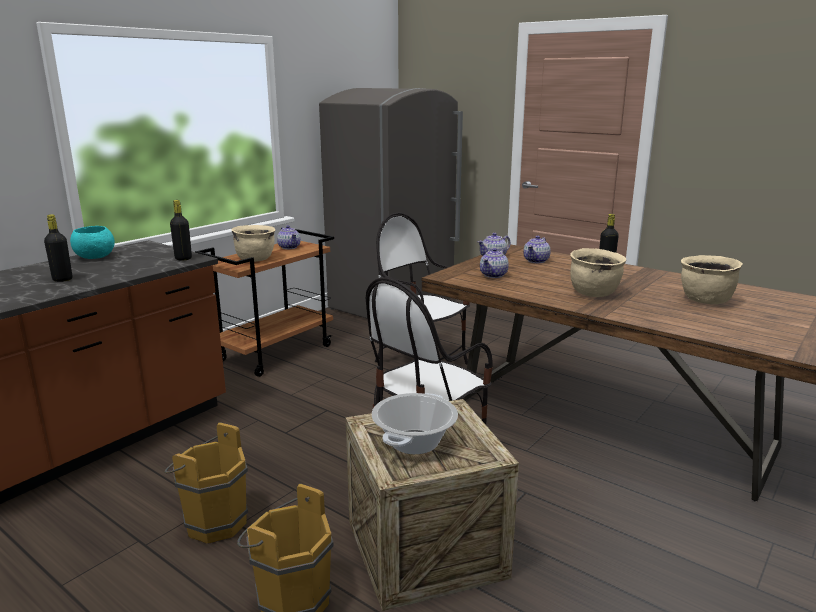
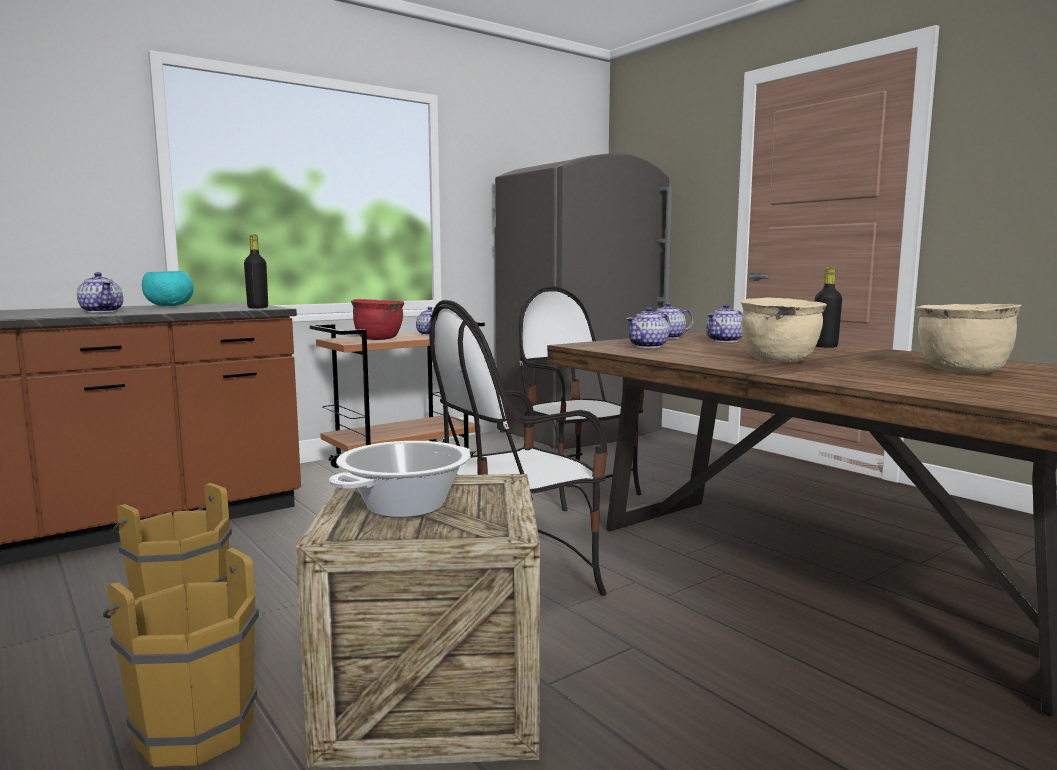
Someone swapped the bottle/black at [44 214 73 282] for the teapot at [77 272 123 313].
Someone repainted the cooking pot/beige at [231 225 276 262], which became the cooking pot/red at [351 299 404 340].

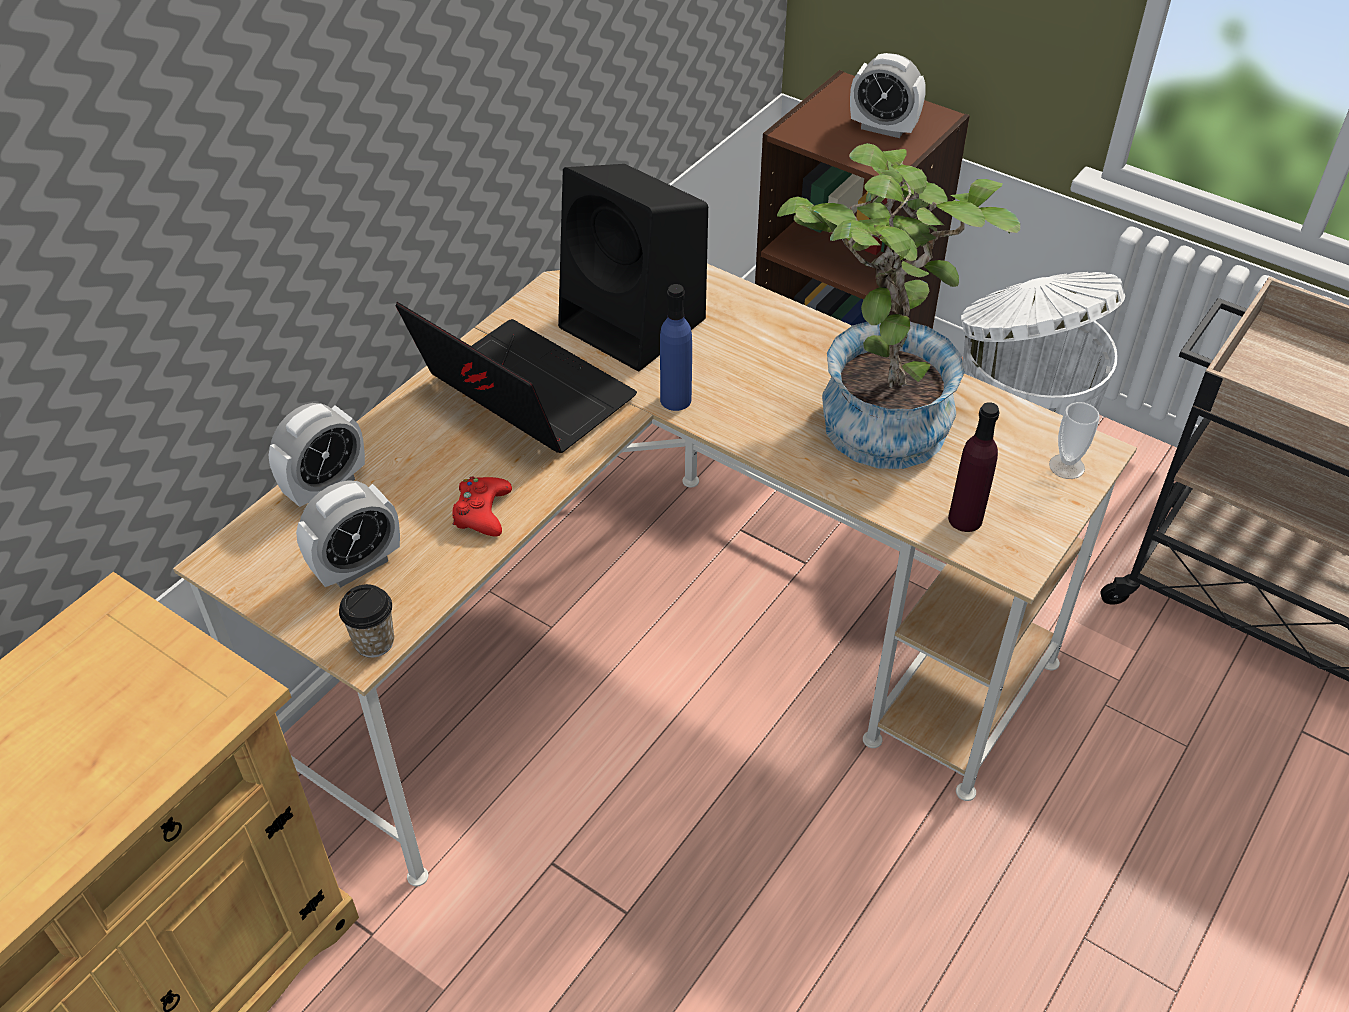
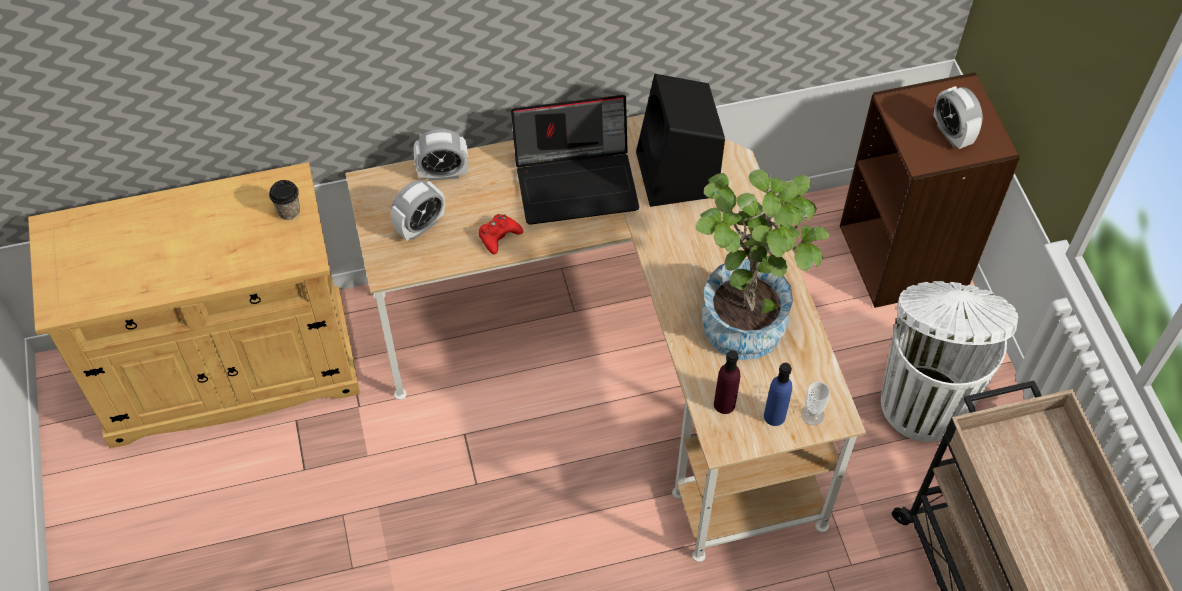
Someone rotated the alarm clock at [296 480 400 588] by 45 degrees counterclockwise.
Someone carried the cup from [339 584 394 658] to [269 180 300 220].
Someone rotated the laptop at [396 302 637 453] by 90 degrees clockwise.
Someone carried the bottle/blue from [660 284 692 411] to [764 363 792 426].

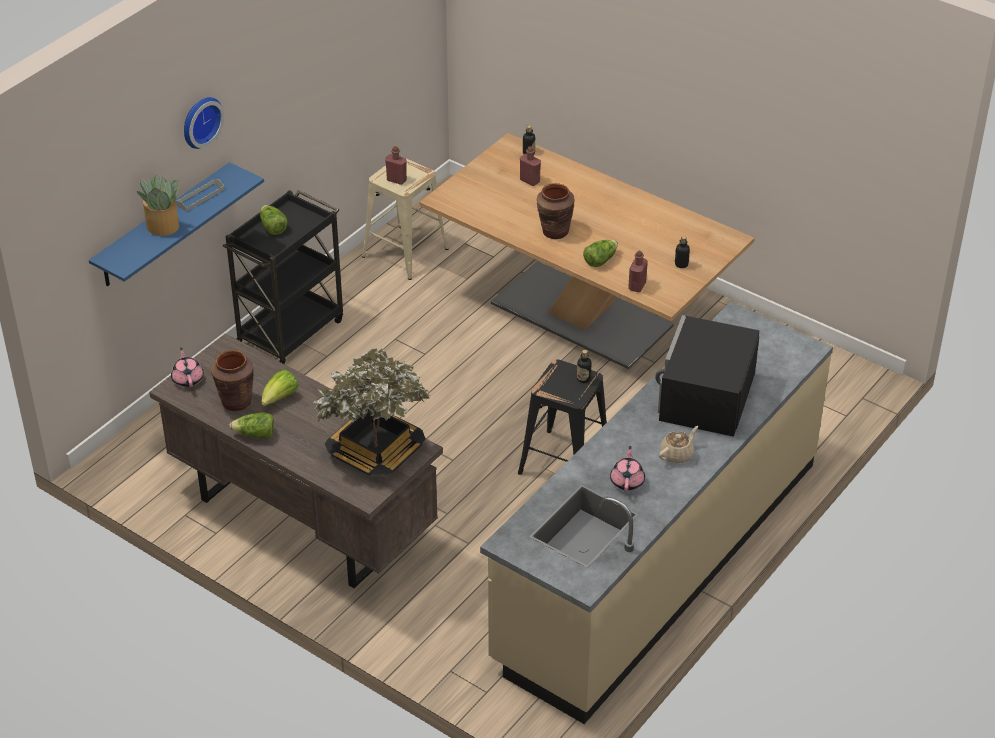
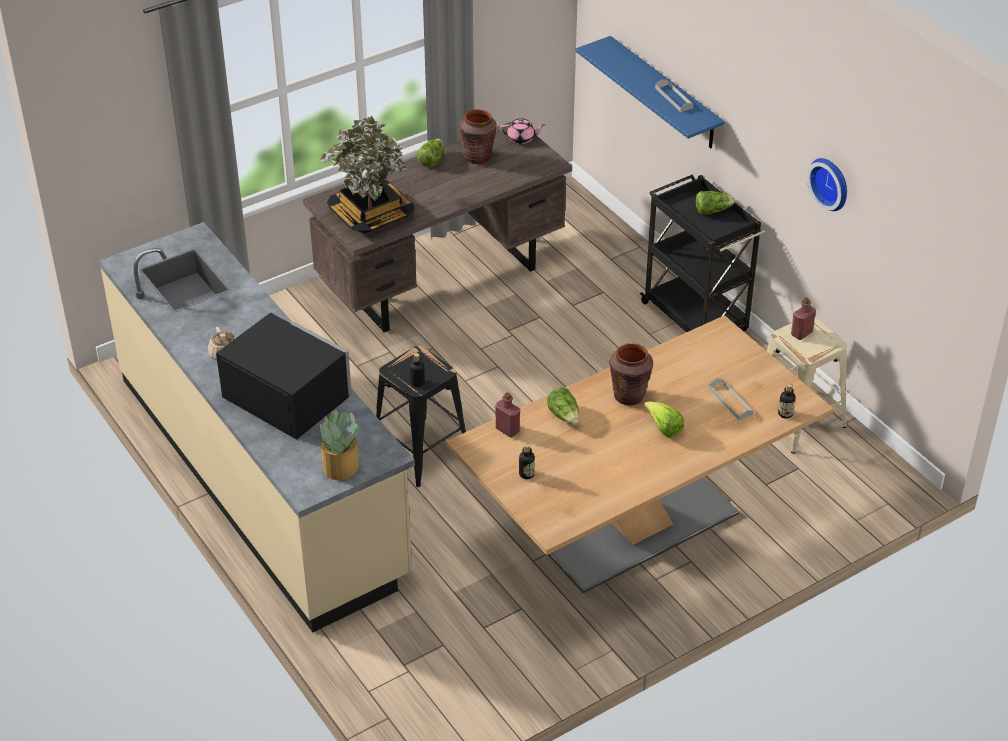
Someone carried the potted plant from [137 175 179 236] to [316 409 359 480].
Someone carried the wall clock from [184 97 224 149] to [807 158 847 211].
Someone carried the lettuce from [261 370 298 407] to [644 401 684 438].
Someone swapped the bottle/red at [520 146 541 186] for the tray/grey at [708 379 753 420].
Someone took away the teapot/pink at [610 446 645 492].

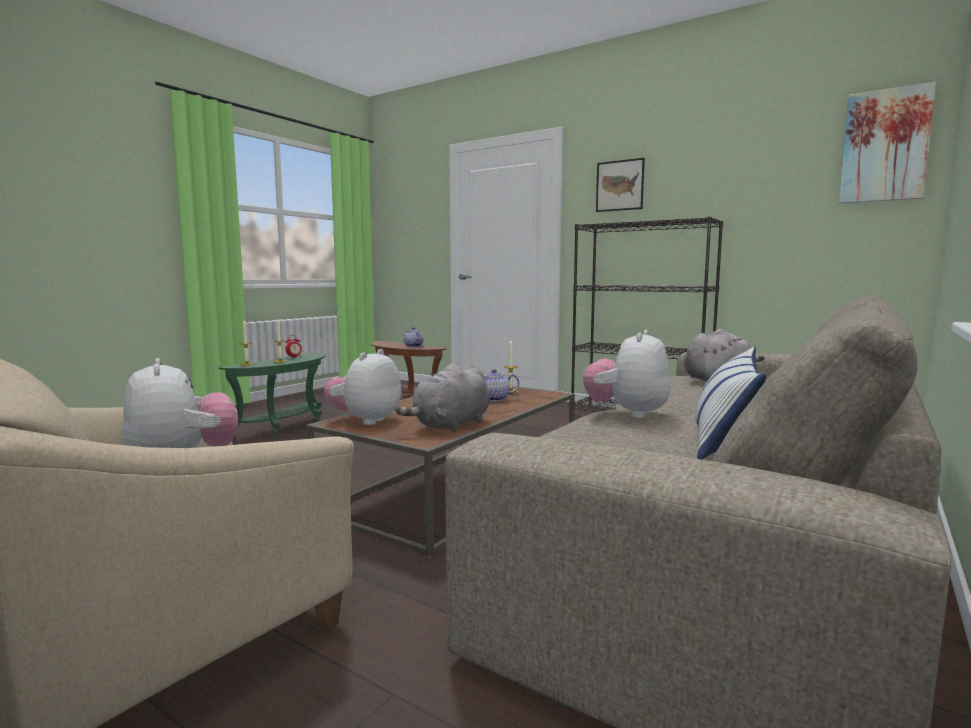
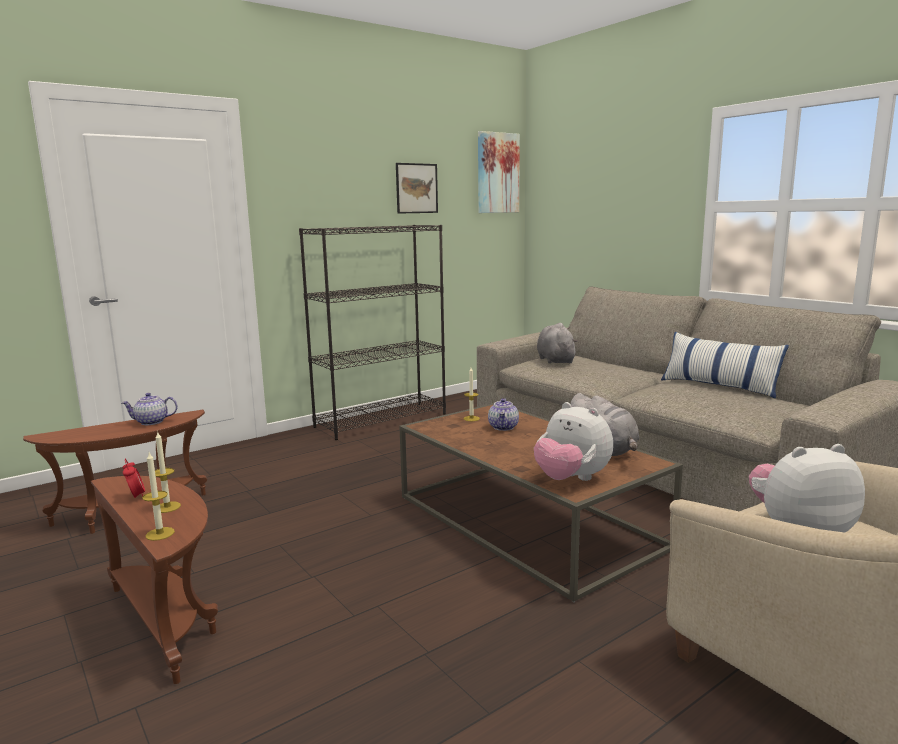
Someone repainted the side table/green at [218 352 326 441], which became the side table/brown at [91 476 218 684].
Someone took away the plush toy at [583 330 670 419].
Someone carried the picture from [596 158 645 212] to [396 163 438 214].

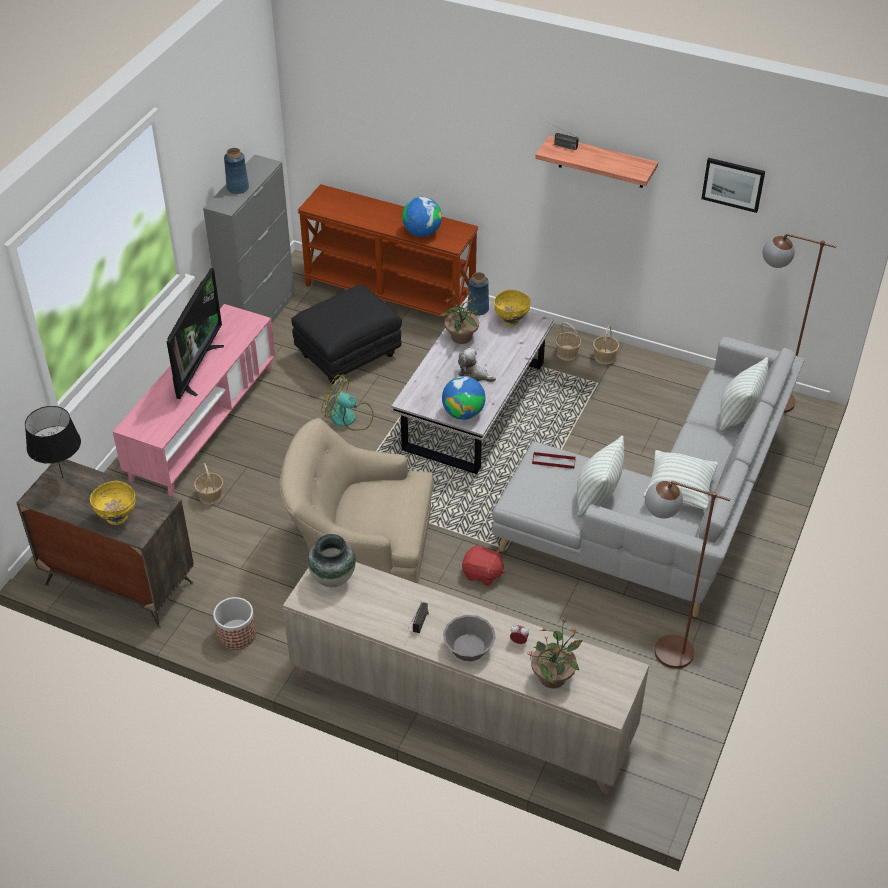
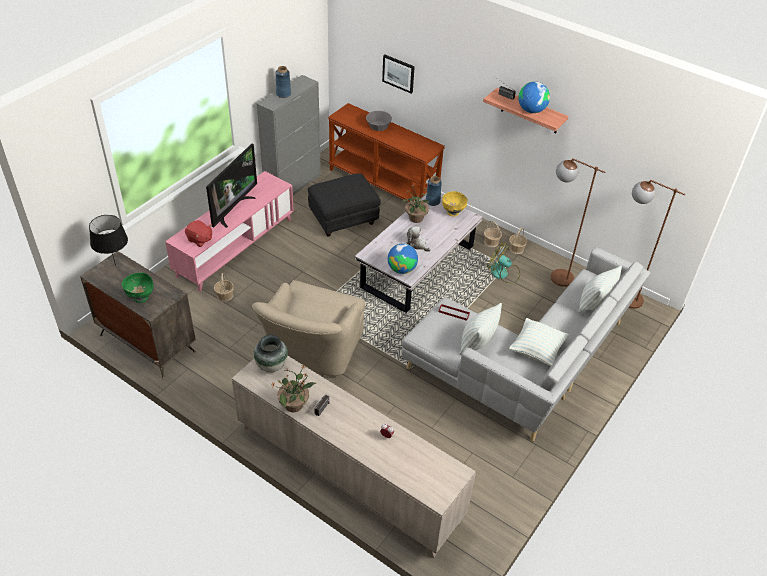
Someone repainted the bowl/yellow at [90 481 136 525], which became the bowl/green at [122 273 153 303].
Someone took away the planter at [213 597 256 650].
Someone rotated the armchair/beige at [280 418 433 584] by 90 degrees counterclockwise.
Someone carried the fan from [321 374 374 431] to [487 243 520 283].
Someone carried the globe from [402 197 442 237] to [519 82 550 113].
Someone carried the bowl/grey from [443 615 496 661] to [366 111 392 131].
Someone carried the plush toy/red from [462 545 505 586] to [185 220 212 247].
Someone carried the potted plant from [526 617 583 688] to [271 364 317 412].
Someone carried the floor lamp/brown from [645 480 730 669] to [551 158 605 287].
Someone carried the picture from [701 158 765 213] to [382 54 415 94].

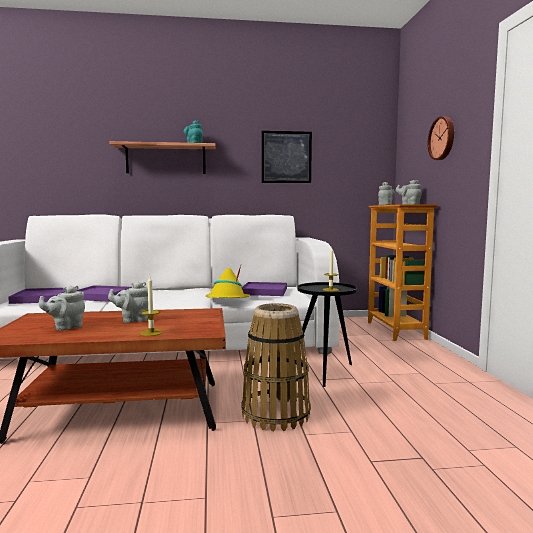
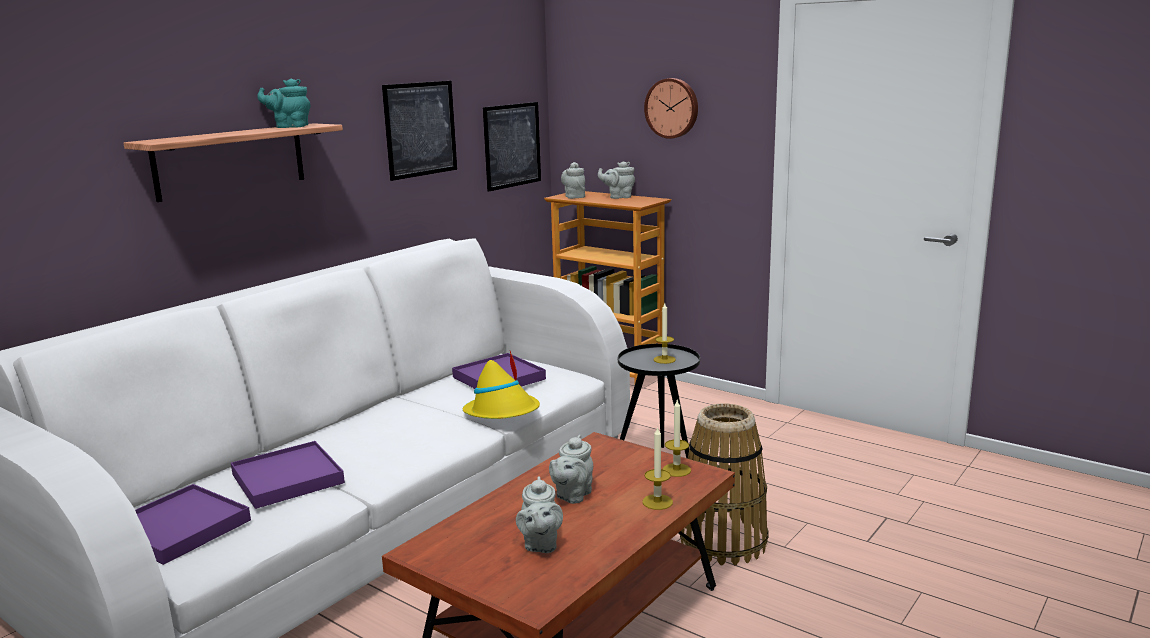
Someone put up the picture at [483 102 541 191].
Someone put down the candle at [663 400 691 477].

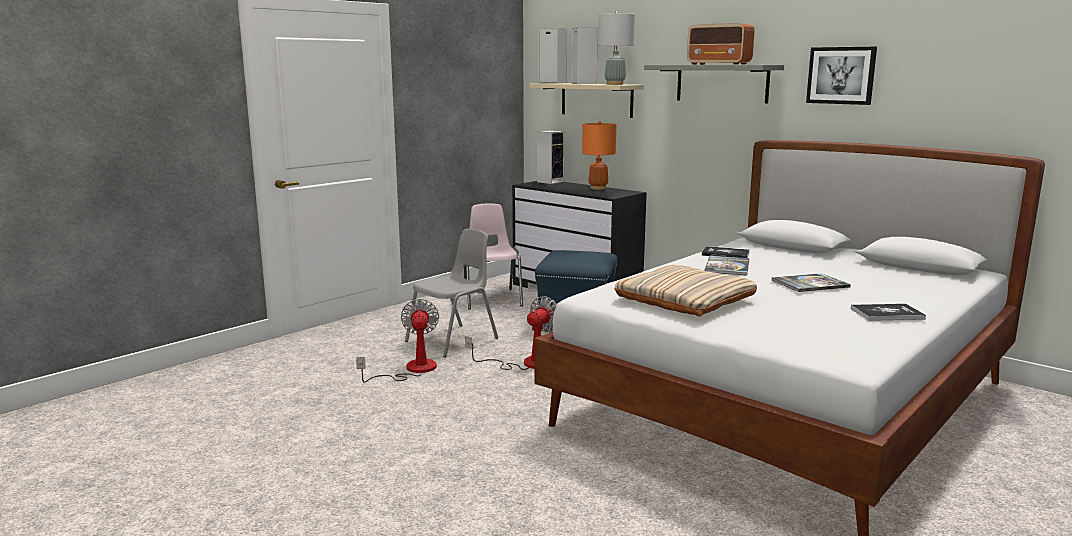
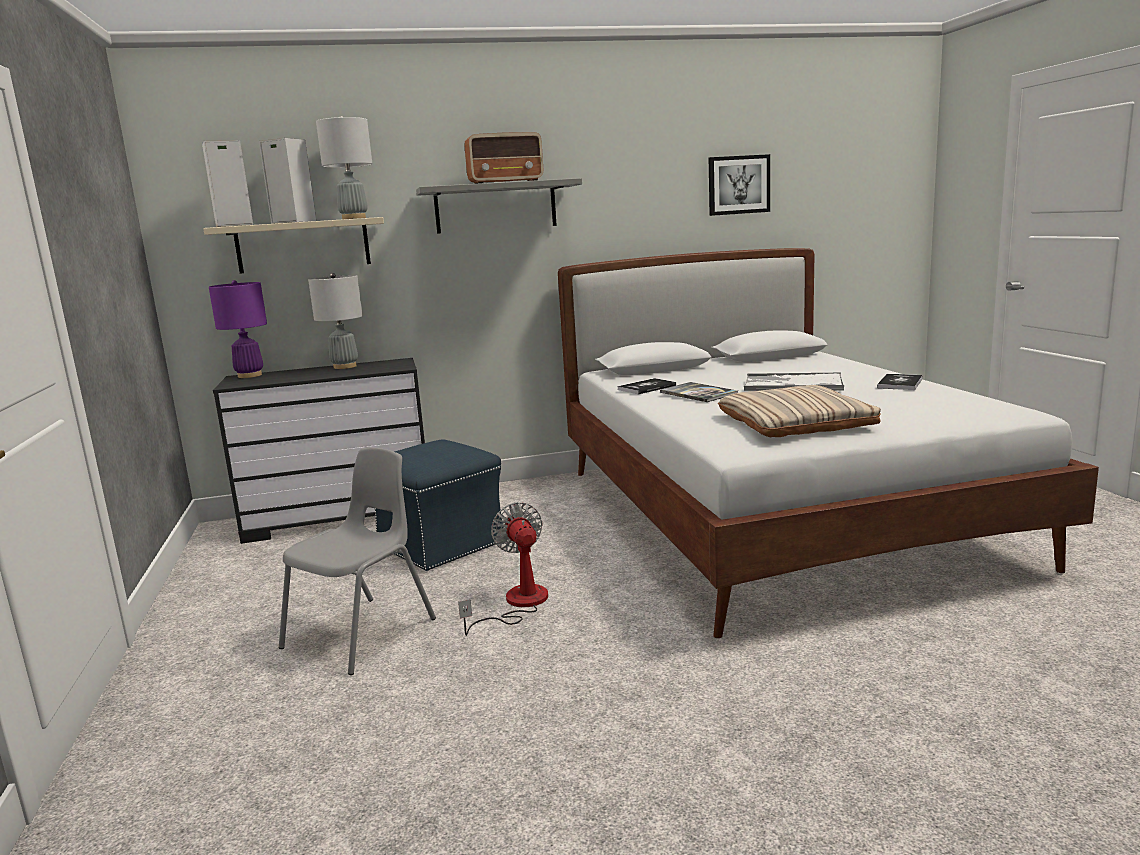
Someone took away the fan at [356 299 439 383].
Someone rotated the chair/grey at [405 229 498 357] by 45 degrees clockwise.
Someone took away the chair/pink at [464 203 523 309].
Someone swapped the speaker at [537 130 565 184] for the table lamp/purple at [209 280 267 378].
Someone repainted the table lamp/orange at [582 121 617 190], which became the table lamp/grey at [308 273 363 369].
Someone swapped the book at [771 273 851 292] for the tray at [744 373 844 391].
Someone carried the picture from [806 47 877 105] to [709 154 770 216].

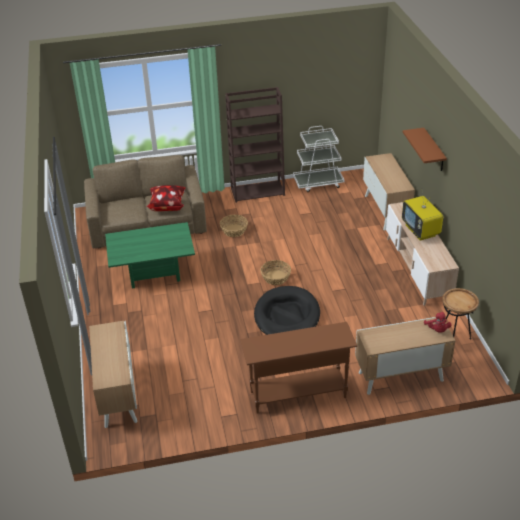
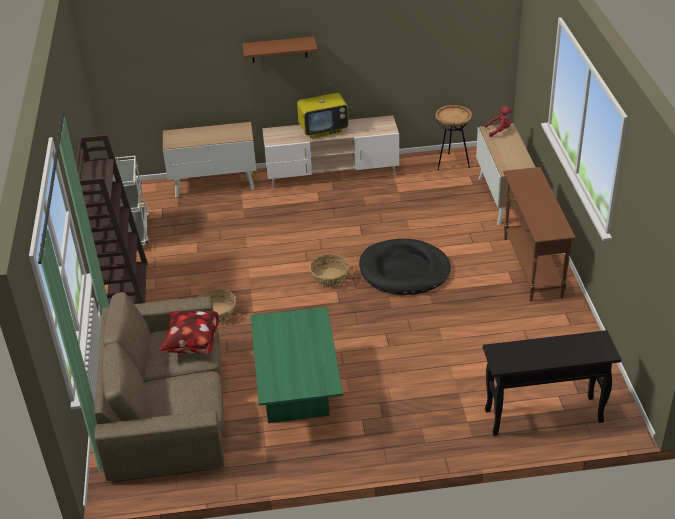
Someone swapped the cabinet at [89 321 138 428] for the console table/black at [483 330 622 436].

